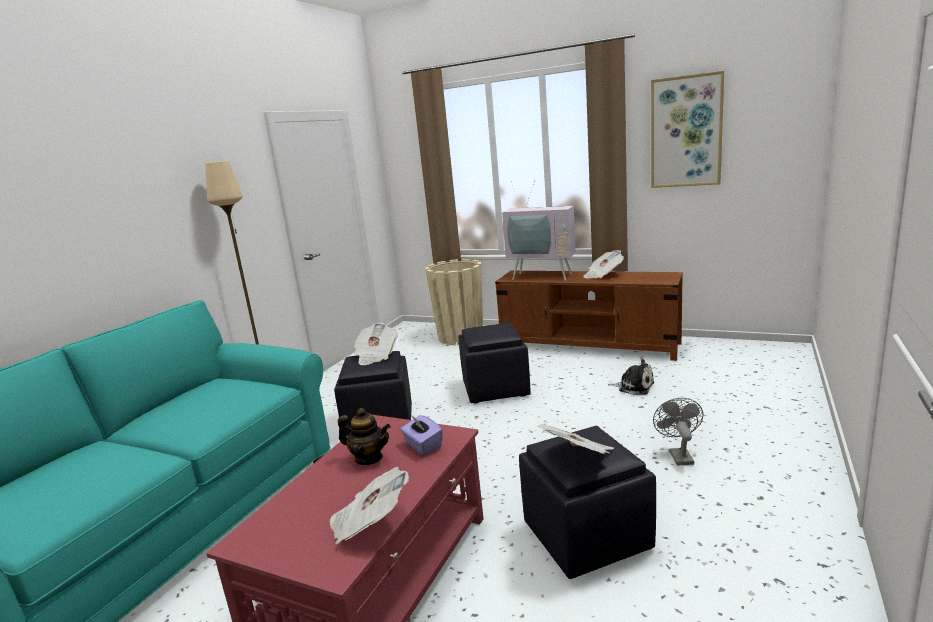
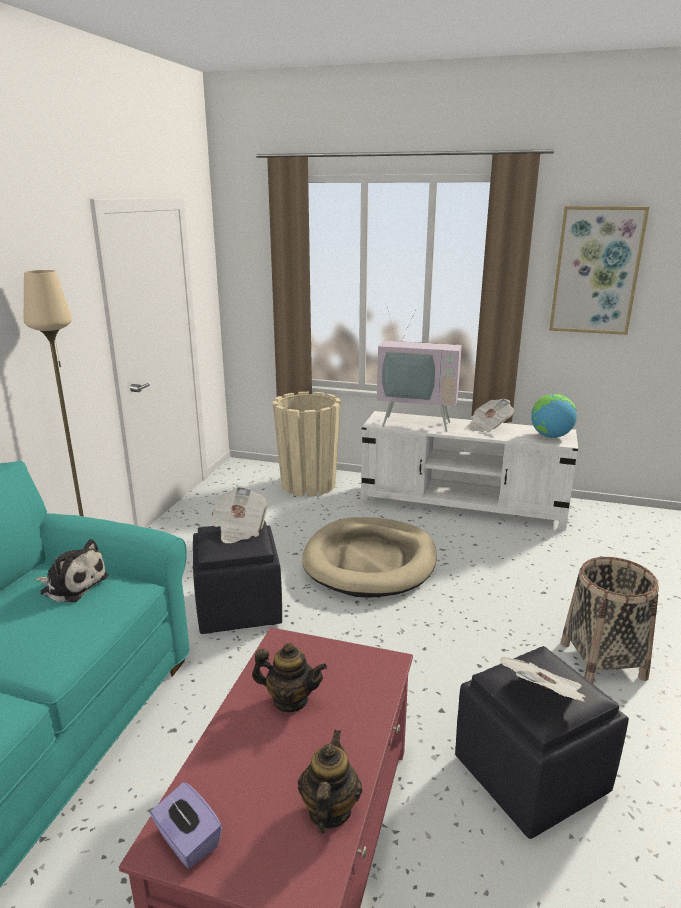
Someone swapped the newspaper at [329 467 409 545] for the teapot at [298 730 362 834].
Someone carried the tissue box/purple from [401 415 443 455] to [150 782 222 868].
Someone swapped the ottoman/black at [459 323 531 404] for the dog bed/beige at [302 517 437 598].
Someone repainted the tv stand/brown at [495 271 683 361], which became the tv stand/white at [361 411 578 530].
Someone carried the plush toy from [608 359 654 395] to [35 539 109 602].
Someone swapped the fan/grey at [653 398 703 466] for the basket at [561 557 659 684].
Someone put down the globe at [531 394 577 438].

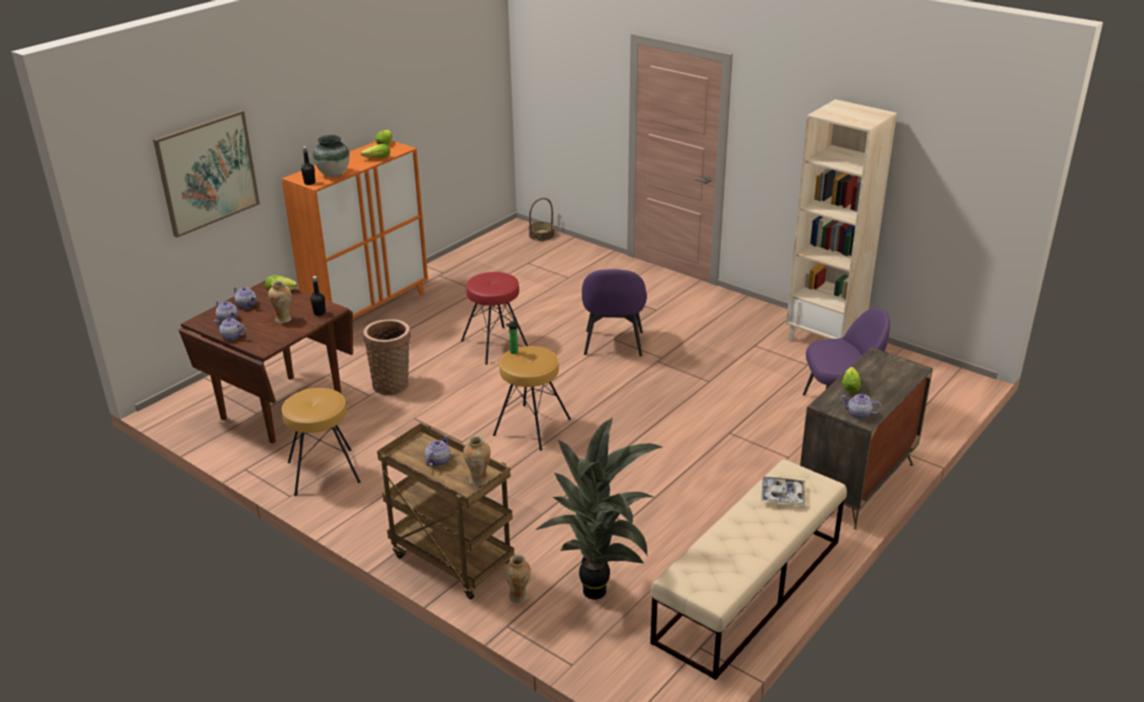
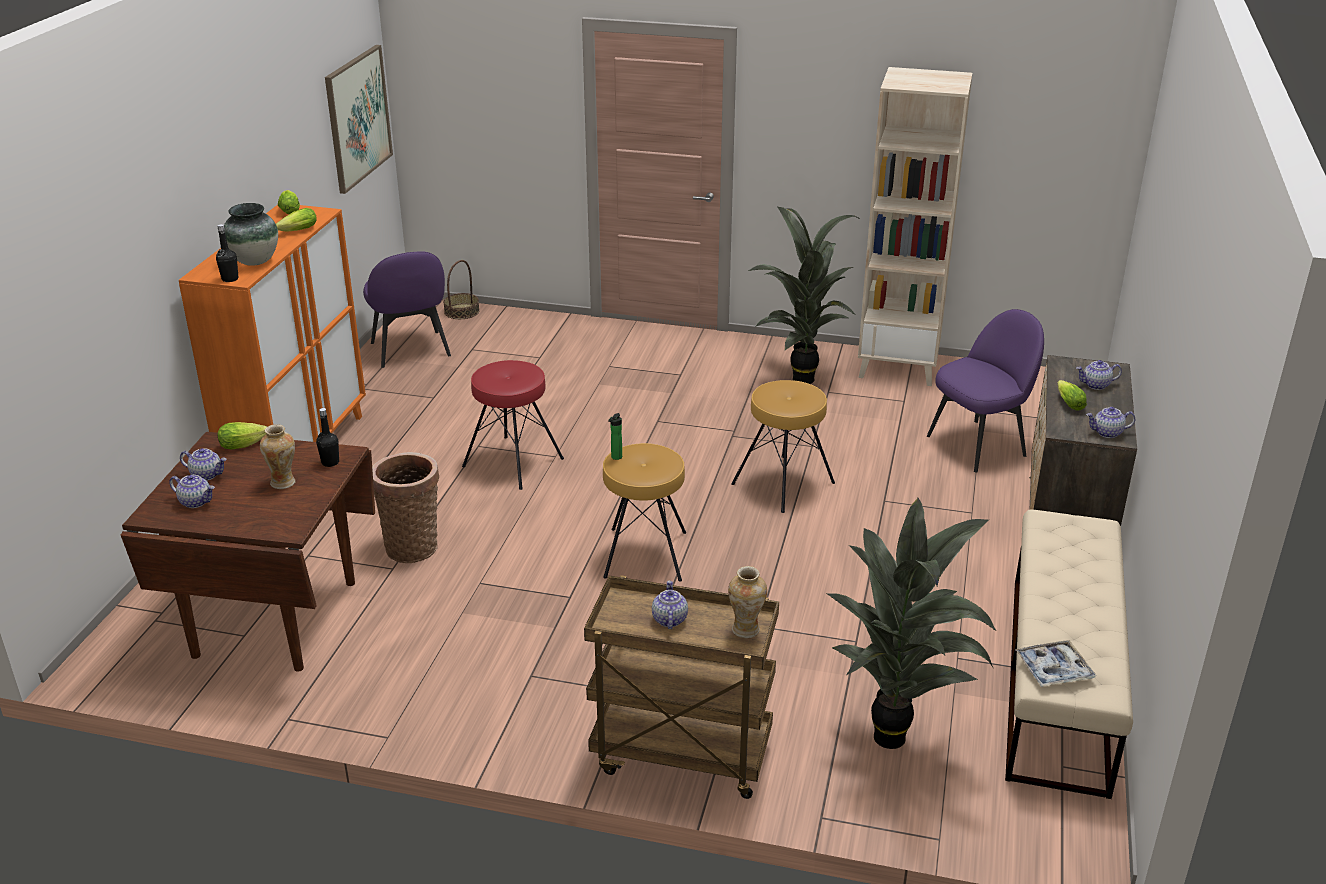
Someone carried the picture from [153 110 260 237] to [325 45 393 194].
Someone carried the teapot from [214 318 246 340] to [1077 360 1122 390].
Someone carried the stool/brown from [282 388 360 496] to [731 380 835 513].
Someone took away the vase at [504 555 531 603].
Someone carried the chair/purple from [582 269 647 356] to [363 251 451 368].
Someone carried the tray from [761 477 805 506] to [1016 640 1096 687].
Someone put down the potted plant at [749 207 861 384].

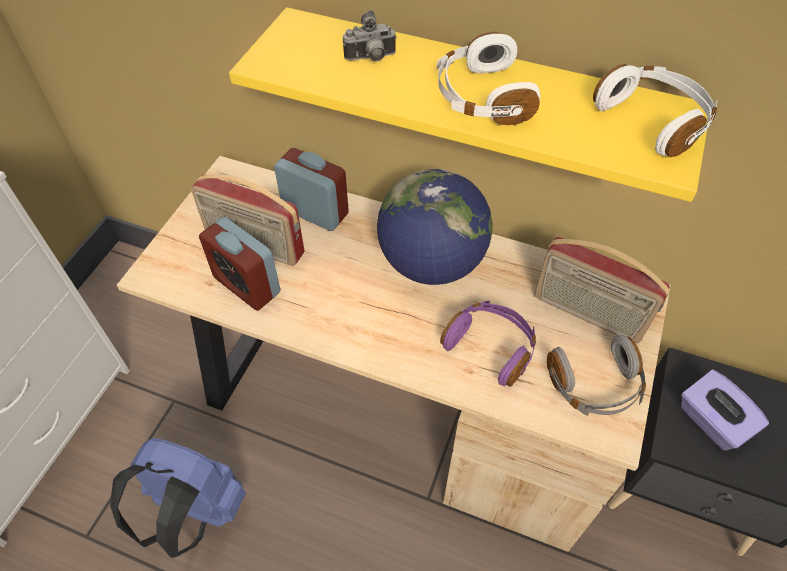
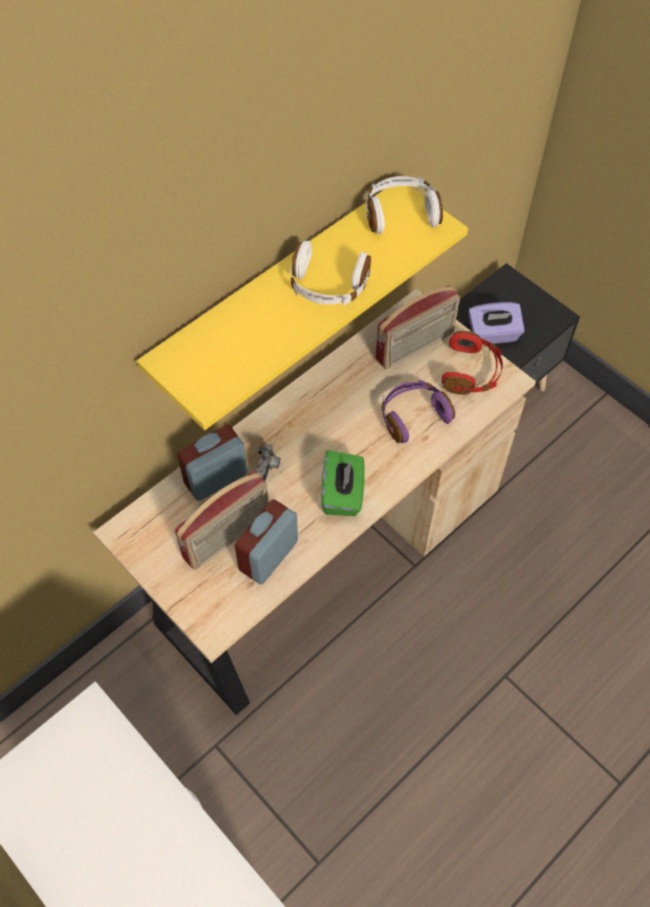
Someone took away the backpack/blue at [110 438 246 558].
Someone rotated the alarm clock at [199 217 281 311] by 150 degrees clockwise.
Someone carried the photo camera from [343 10 397 61] to [256 444 280 481].
Someone took away the globe at [377 169 493 285].
Someone repainted the headphones/grey at [547 335 646 416], which became the headphones/red at [442 331 503 395].
Someone put down the tissue box/green at [321 450 365 516].

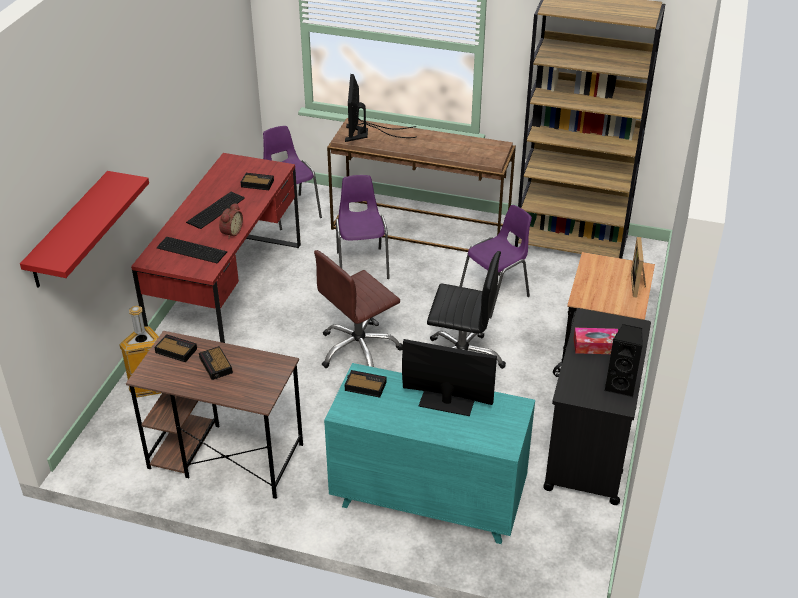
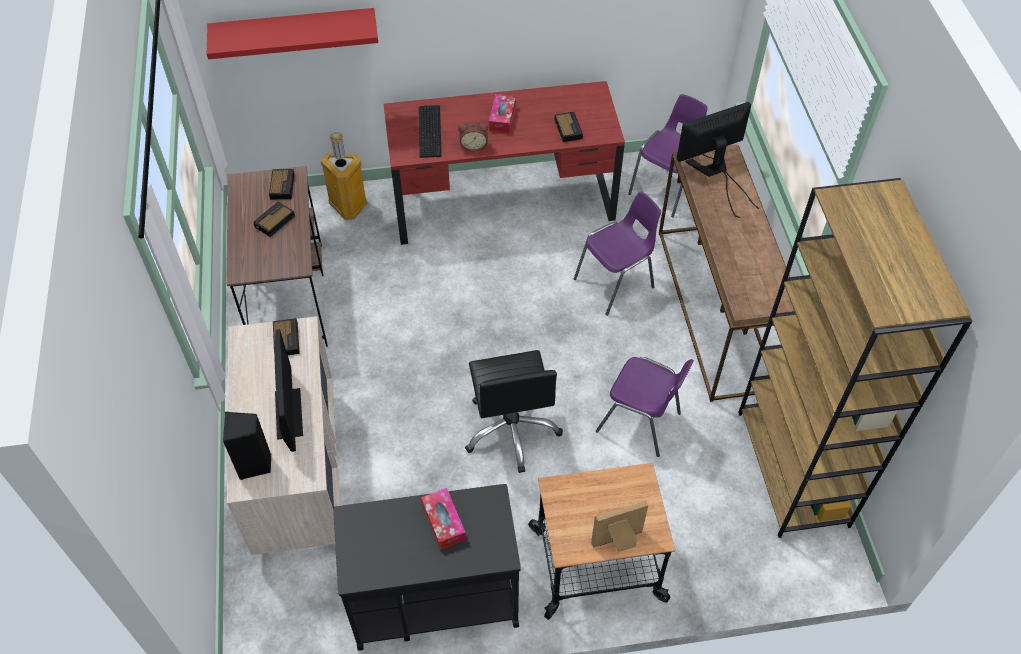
Someone swapped the keyboard at [186 192 245 229] for the tissue box at [489 94 516 133].
Someone took away the office chair/brown at [314 250 403 368].
Someone repainted the dresser/turquoise at [324 363 535 544], which became the dresser/beige at [227 316 340 556].
Someone carried the speaker/black from [604 324 643 397] to [223 411 271 480].

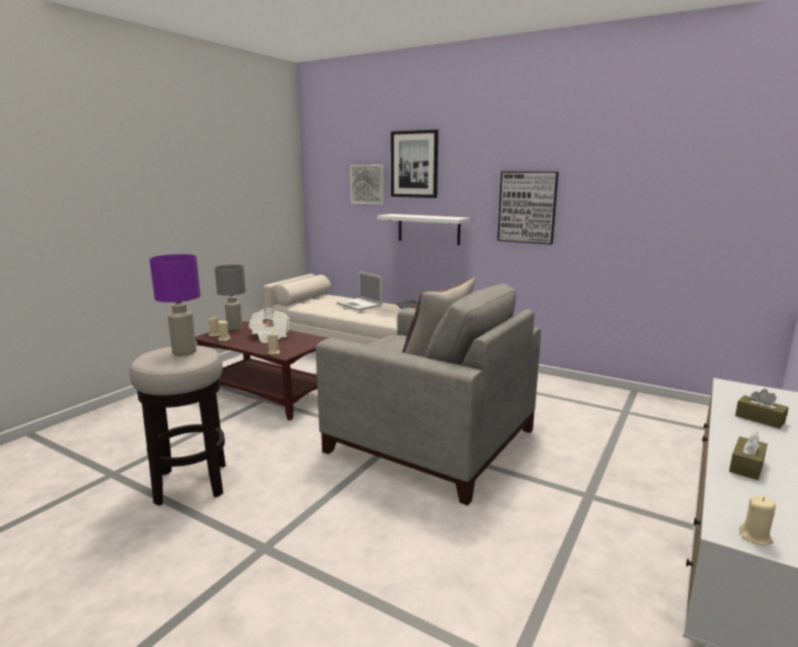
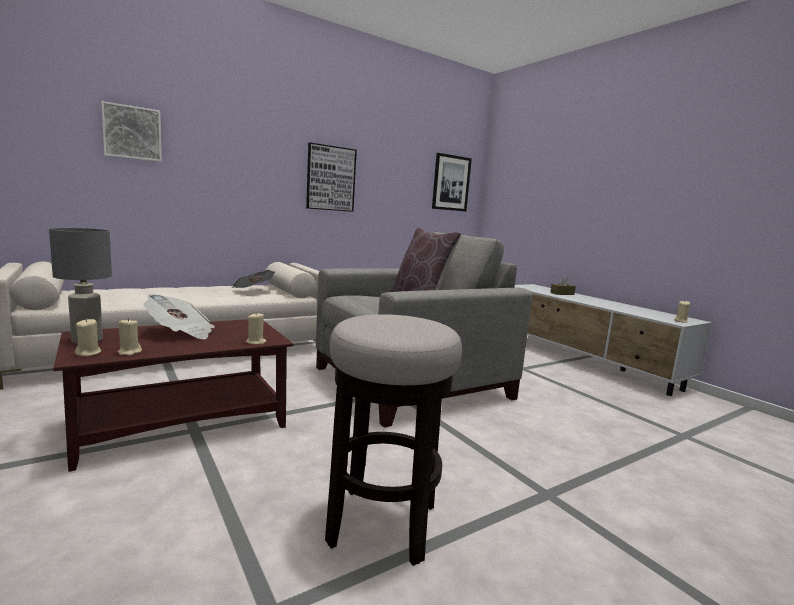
Someone took away the table lamp/purple at [150 254 201 356].
Someone took away the laptop at [337 271 383 311].
Someone took away the shelf/white at [377 214 470 245].
Someone carried the picture from [391 130 438 198] to [432 153 472 211].
Someone took away the tissue box/brown at [729 431 767 480].

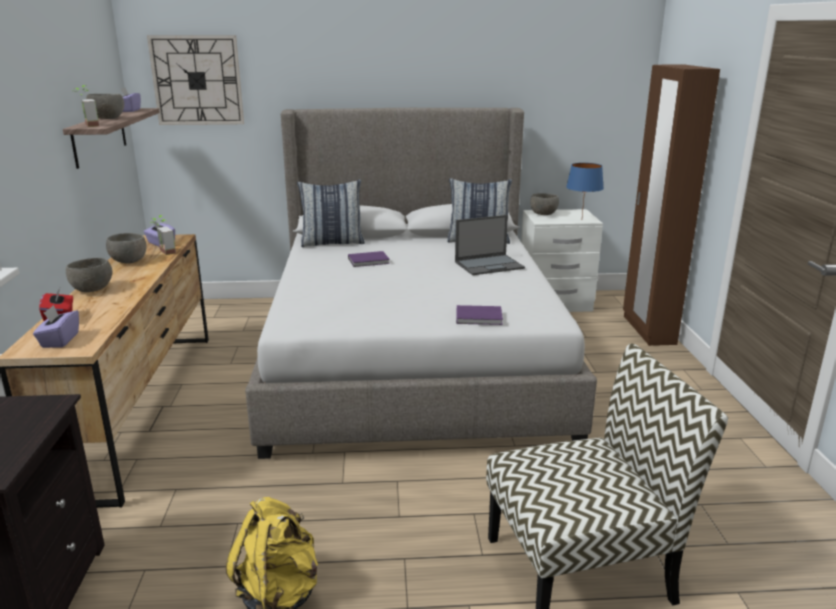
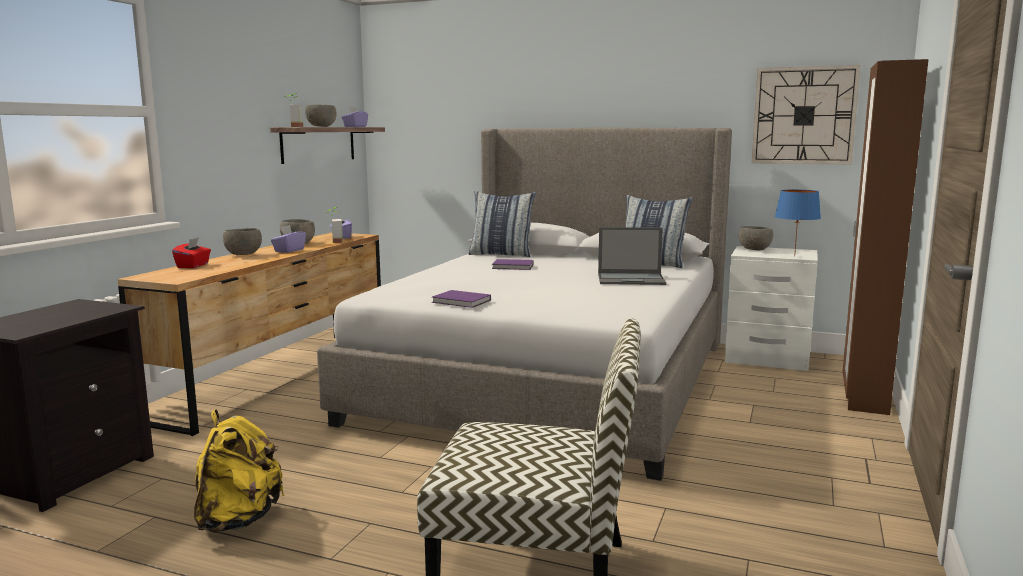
Someone carried the tissue box/purple from [33 305 79 348] to [271 225 306 253].
Someone carried the wall clock from [147 35 244 125] to [752 65 861 165].
Someone carried the book/purple from [456 305 503 325] to [432 290 491 308].

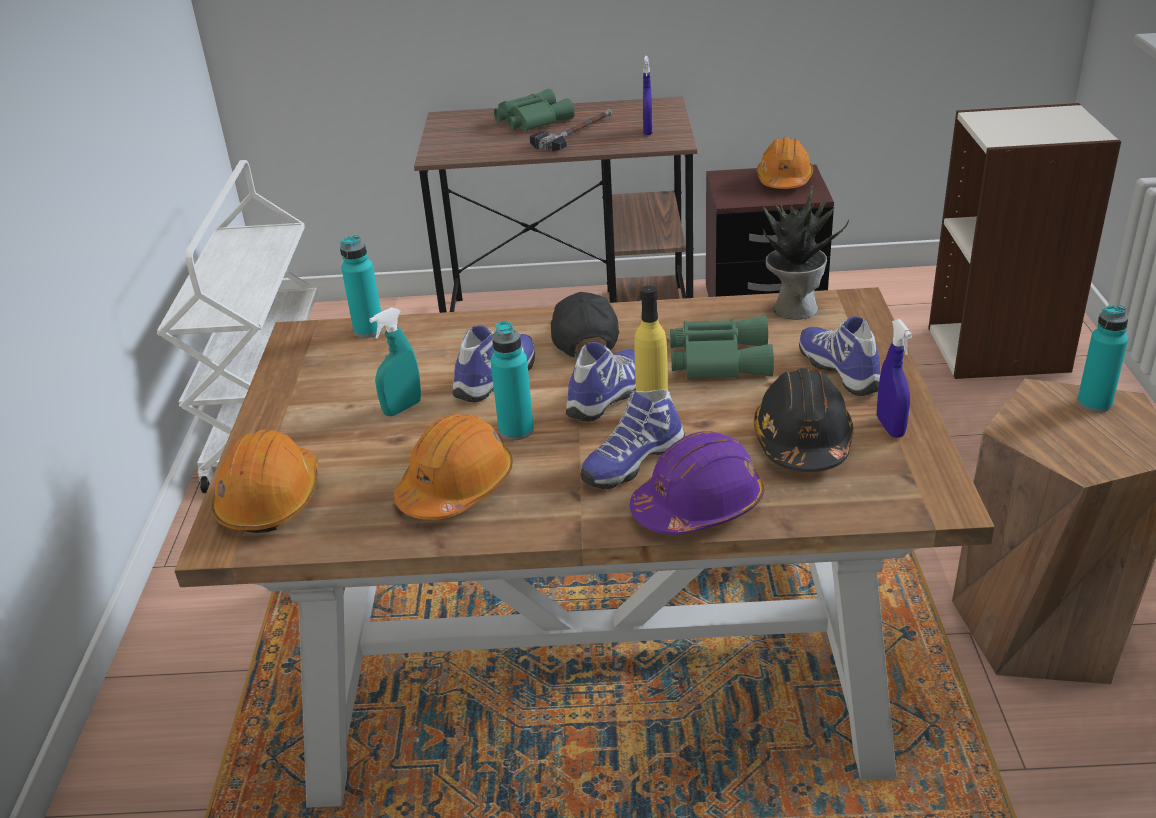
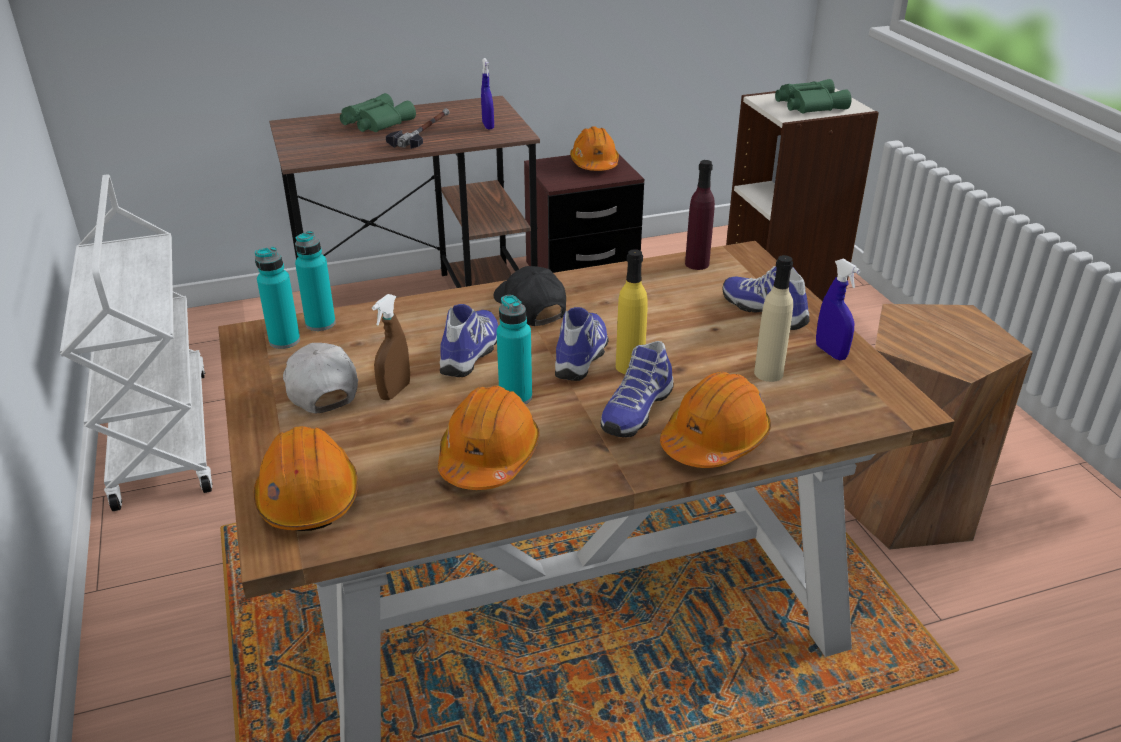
Someone repainted the spray bottle/turquoise at [369 307 421 416], which became the spray bottle/brown at [372 294 410 400].
Someone repainted the hard hat/purple at [630 431 764 535], which became the hard hat/orange at [660 372 771 468].
Someone carried the binoculars/green from [670 316 774 380] to [775 79 851 114].
Someone swapped the hard hat/black at [754 368 854 472] for the bottle/beige at [754 255 793 382].
Someone swapped the potted plant at [763 185 849 320] for the bottle/purple at [685 160 715 270].
Someone carried the bottle/turquoise from [1077 305 1128 412] to [255 247 300 349].
Someone put down the cap/white at [283 343 358 413].

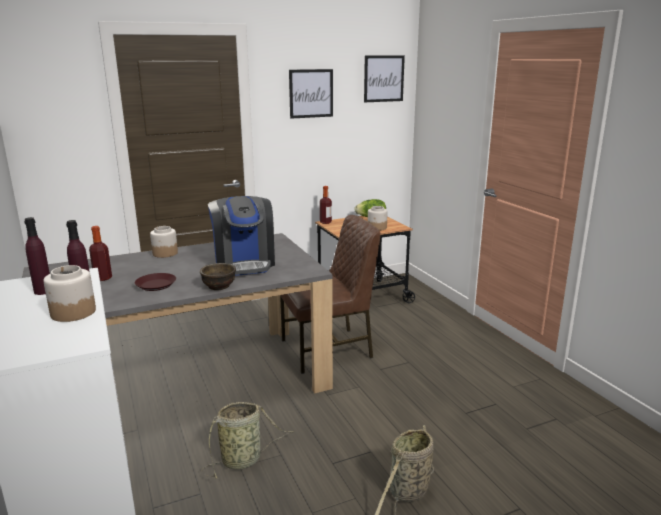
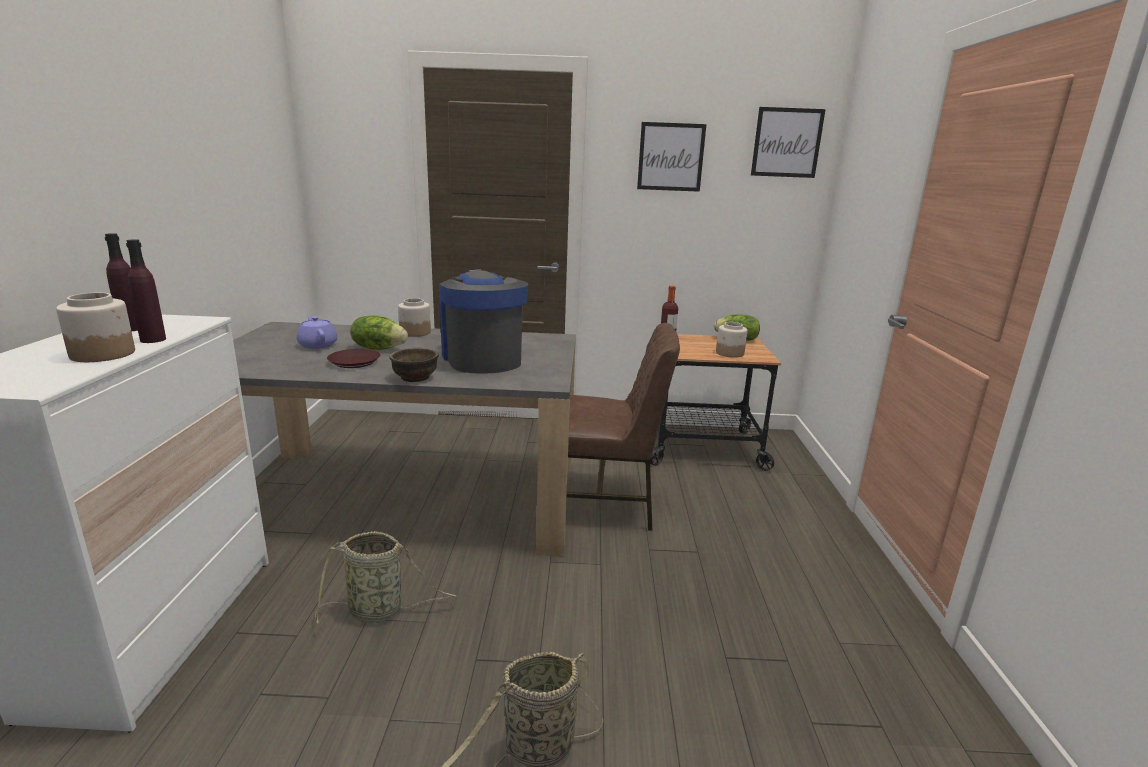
Someone swapped the bottle at [89 226 112 281] for the teapot/purple at [297 316 337 349].
Someone rotated the coffee machine at [208 196 275 276] by 150 degrees clockwise.
Someone put down the lettuce at [350 315 408 350].

